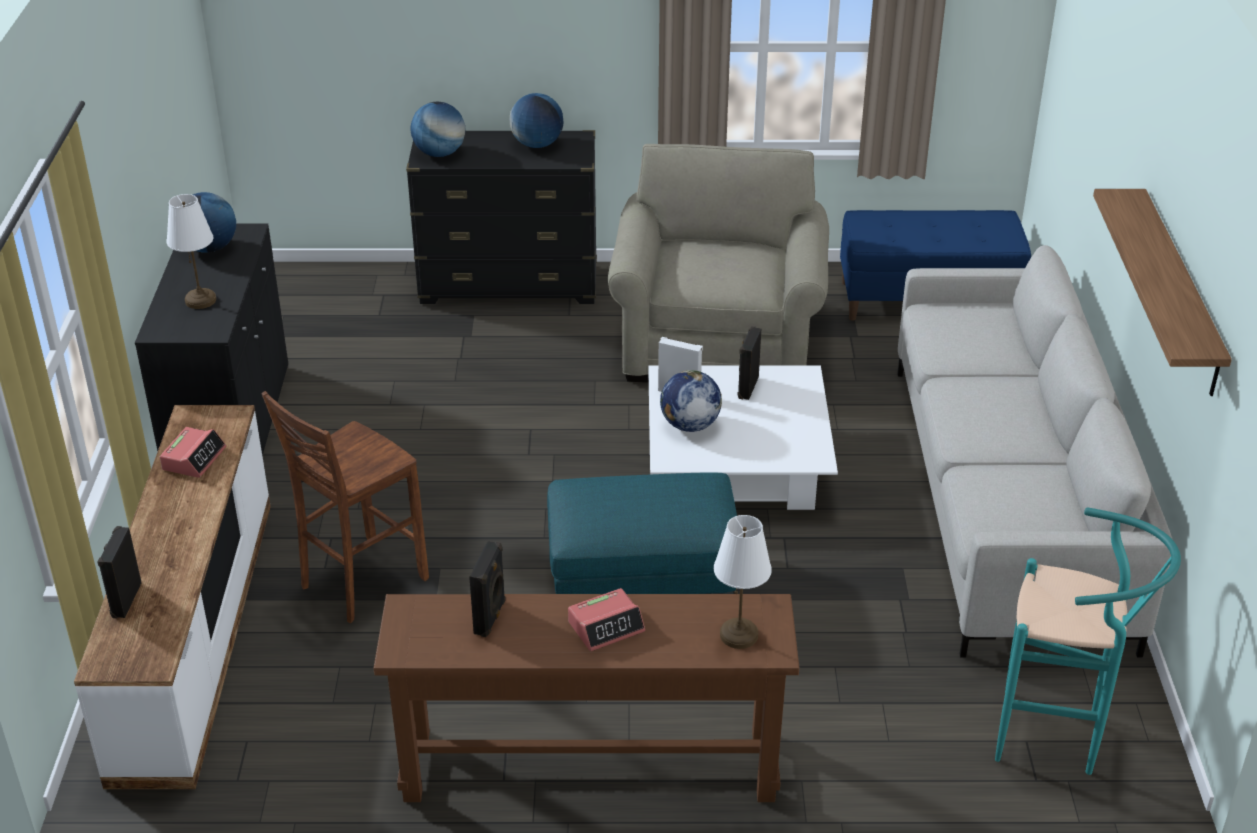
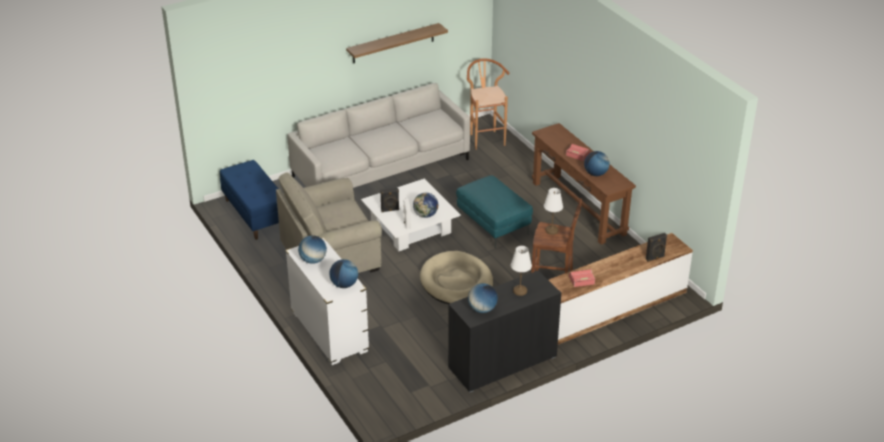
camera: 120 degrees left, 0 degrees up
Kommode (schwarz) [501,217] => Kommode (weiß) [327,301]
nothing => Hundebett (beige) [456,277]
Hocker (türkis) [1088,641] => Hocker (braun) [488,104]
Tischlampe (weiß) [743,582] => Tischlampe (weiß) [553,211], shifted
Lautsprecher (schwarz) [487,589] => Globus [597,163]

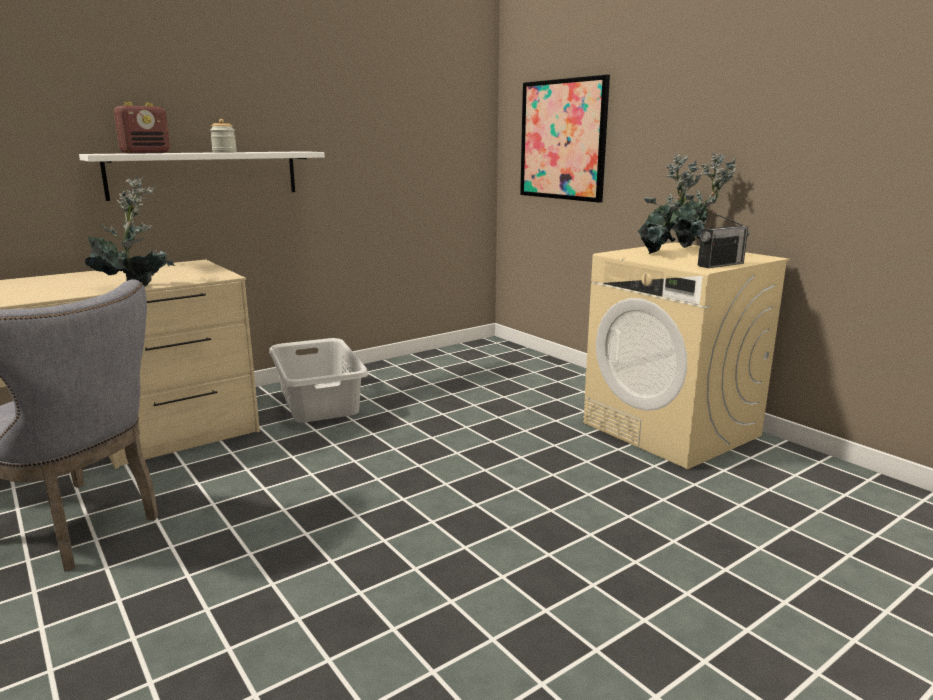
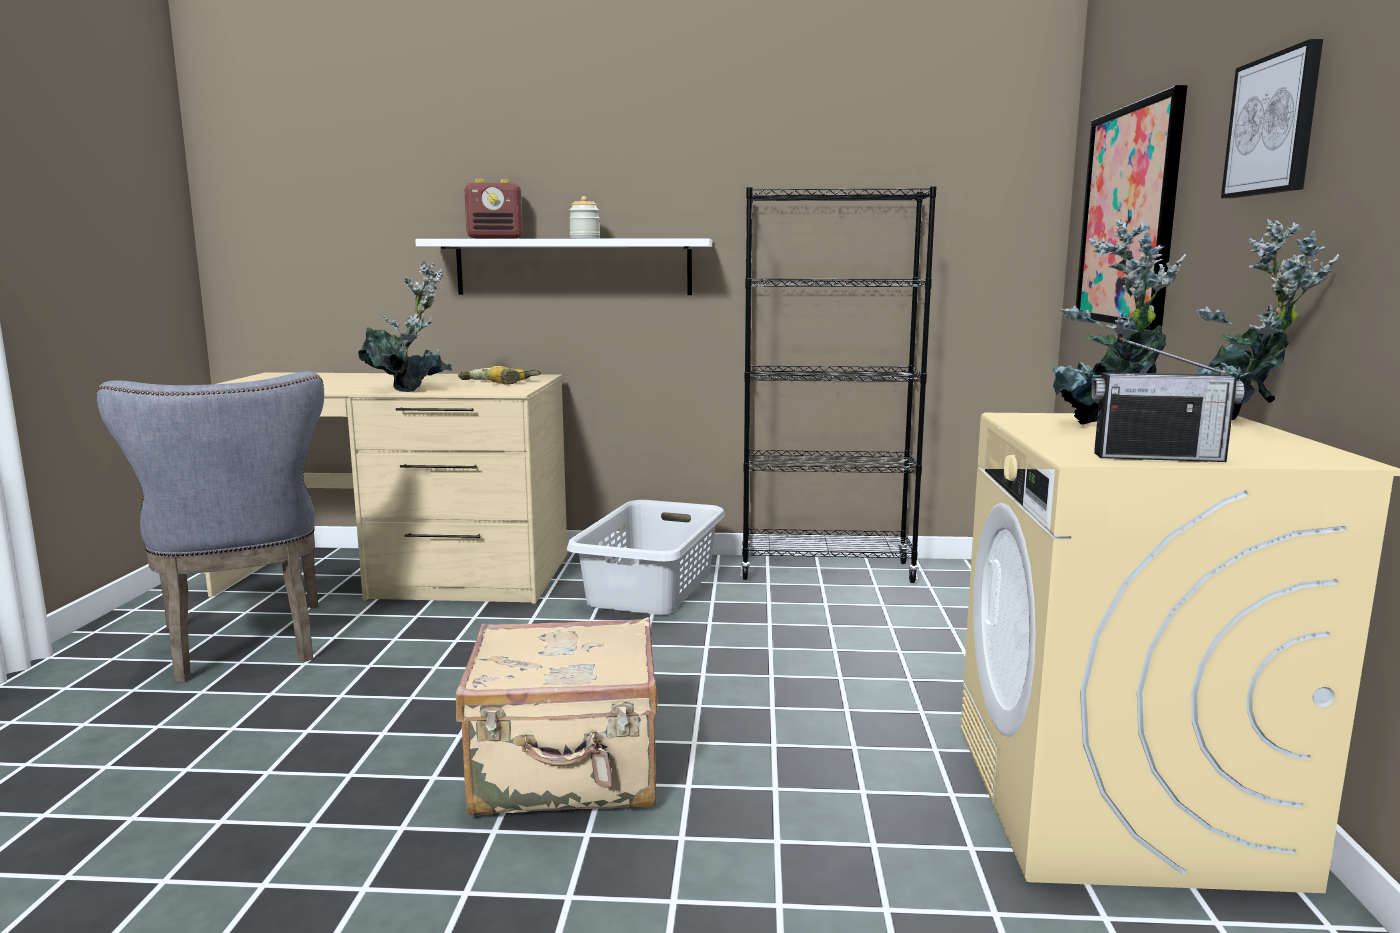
camera: 40 degrees right, 5 degrees down
nothing => Koffer (beige) [557,716]
nothing => Bohrmaschine [499,375]
nothing => Bücherregal (schwarz) [839,384]
nothing => Bild [1272,118]

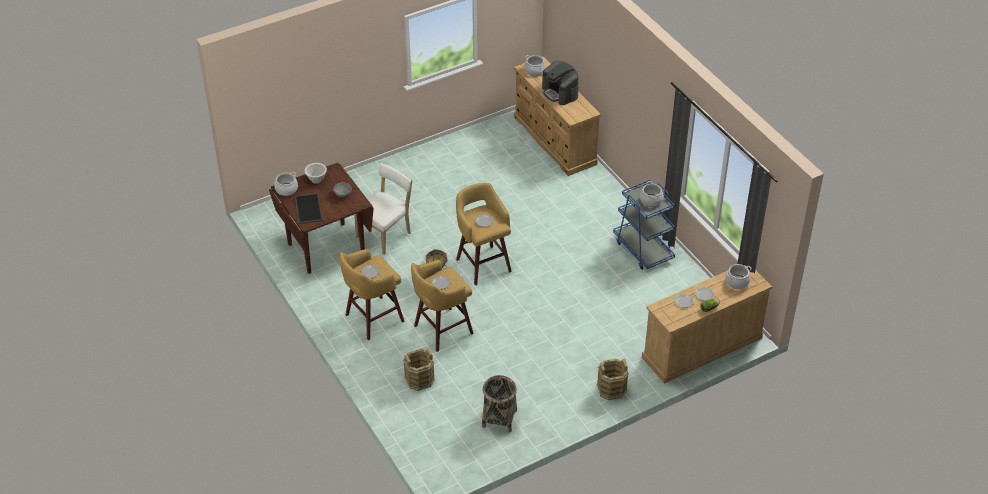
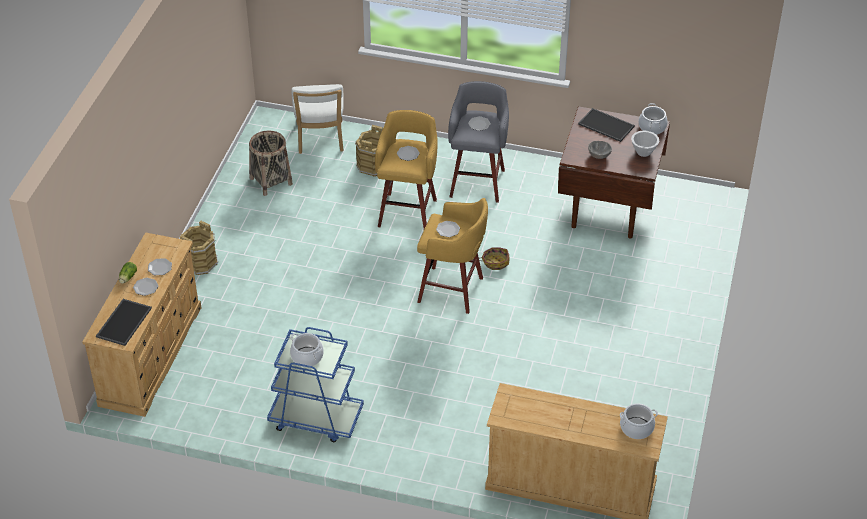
camera: 135 degrees right, 0 degrees up
Kochtopf [738,276] => Tablett [124,322]
Stuhl (weiß) [383,209] => Stuhl (weiß) [317,119], shifted
Hocker (gelb) [371,294] => Hocker (grau) [478,142]
Kaffeemaschine [560,83] => nothing

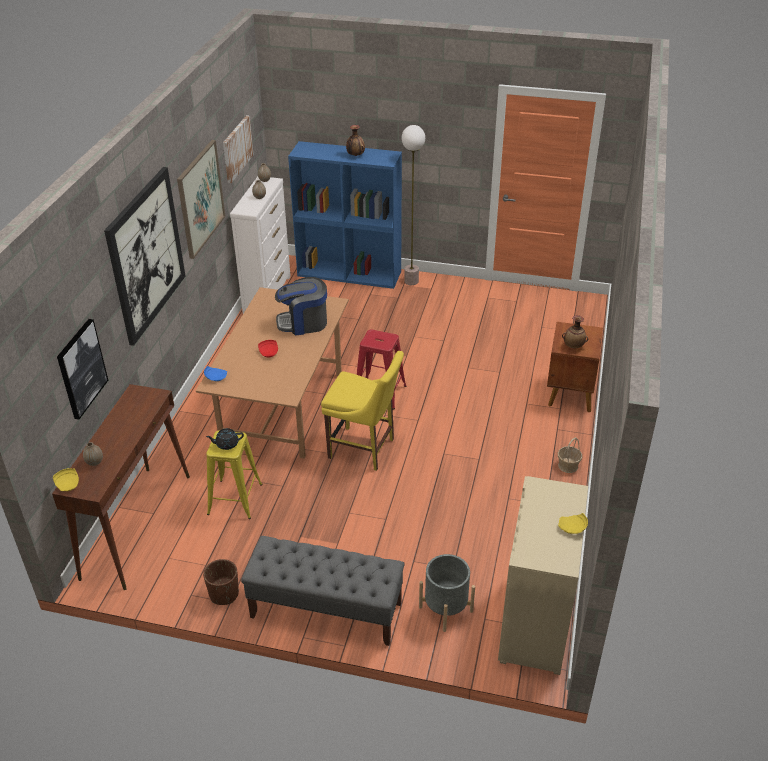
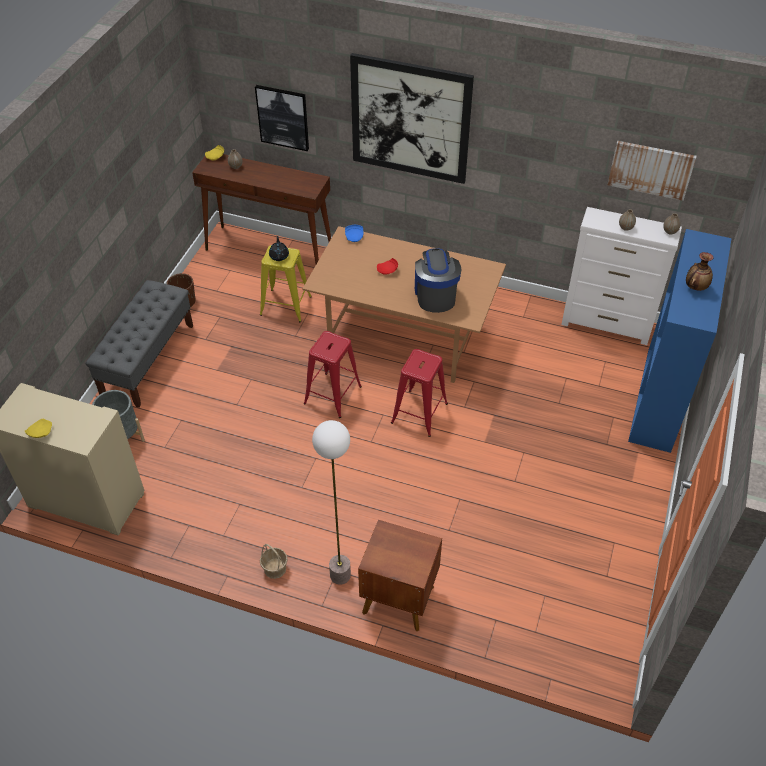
camera: 95 degrees right, 10 degrees up
Stuhl (gelb) [362,411] => Hocker (rot) [333,374]
Stehlampe [413,205] => Stehlampe [331,502], shifted
Bild [201,199] => nothing
Vase [575,331] => nothing

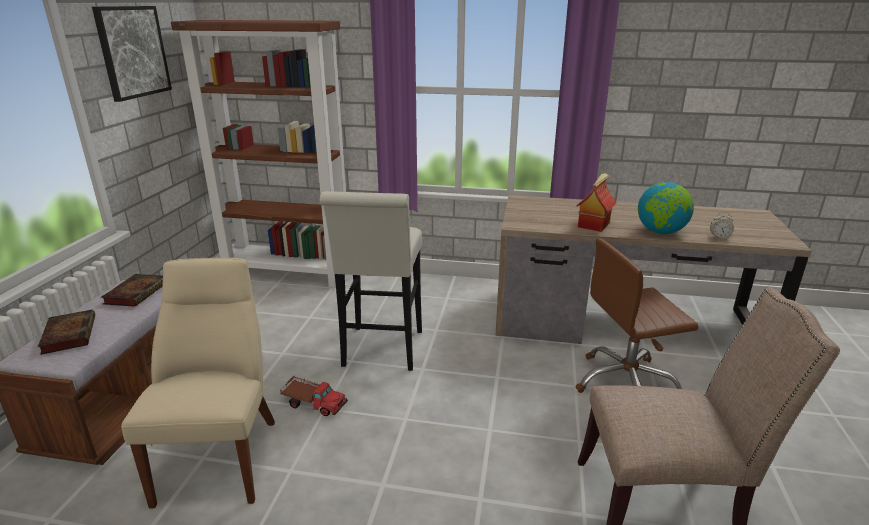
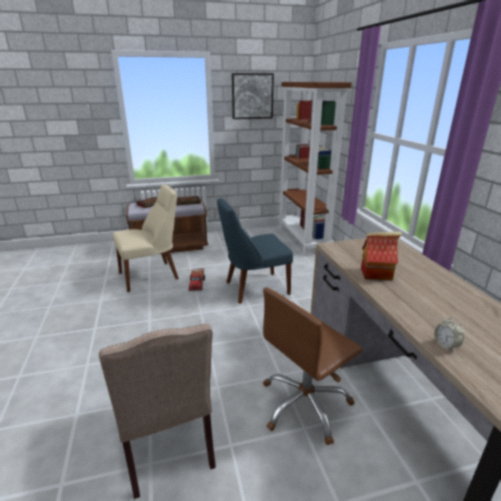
camera: 65 degrees right, 0 degrees up
Hocker (weiß) [370,281] => Stuhl (blau) [255,251]
Bürostuhl (braun) [637,315] => Bürostuhl (braun) [312,366], 90 degrees counterclockwise
Globus [666,208] => nothing

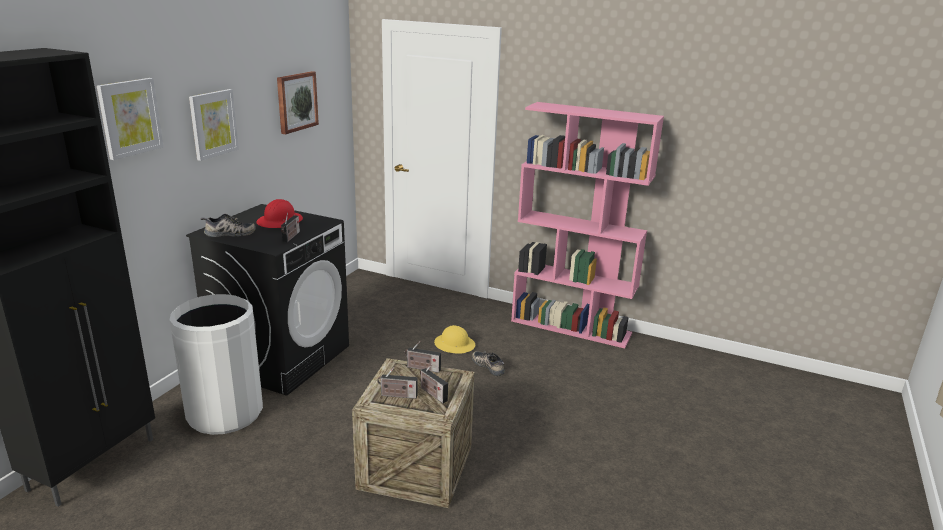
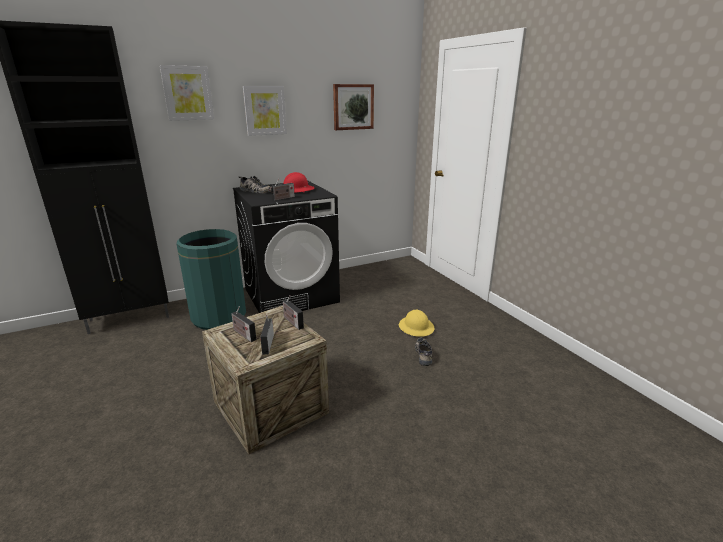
camera: 40 degrees right, 0 degrees up
Mülleimer (weiß) [216,364] => Mülleimer (grün) [211,279]
Bücherregal (rosa) [587,225] => nothing

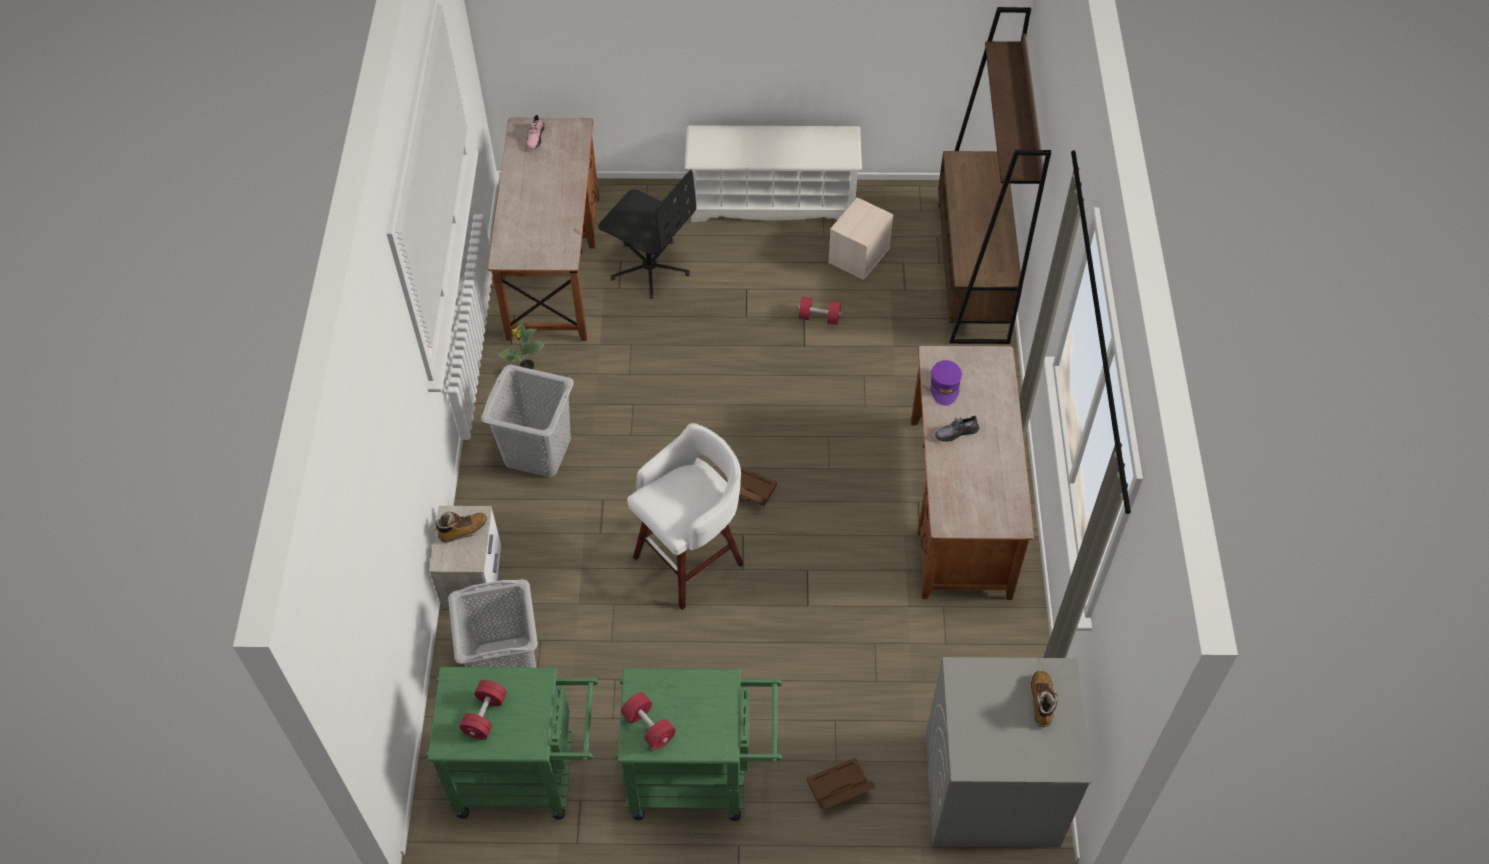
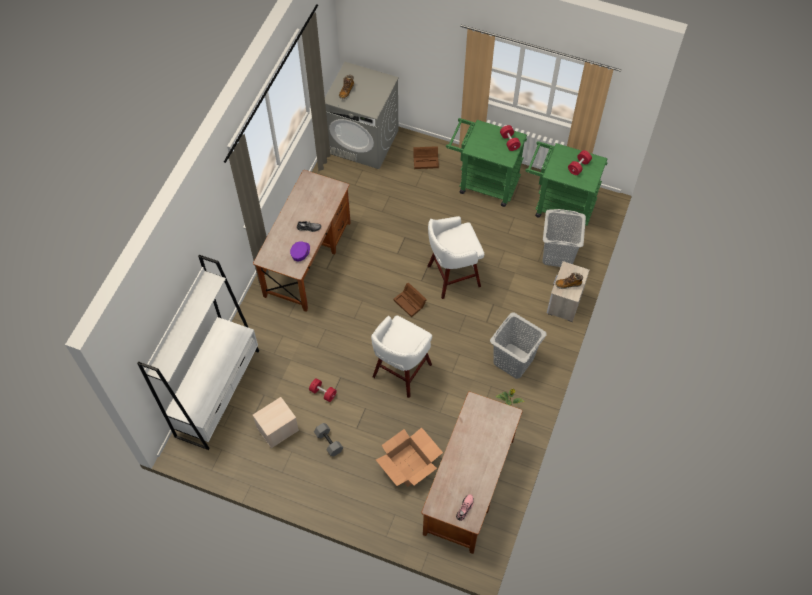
camera: 160 degrees left, 5 degrees up
Bücherregal (braun) [994,175] => Bücherregal (weiß) [198,352]
nothing => Hantel (grau) [328,439]
nothing => Hocker (weiß) [401,356]
Bürostuhl (schwarz) [647,234] => Karton [409,457]
Schuhregal (weiß) [773,173] => nothing

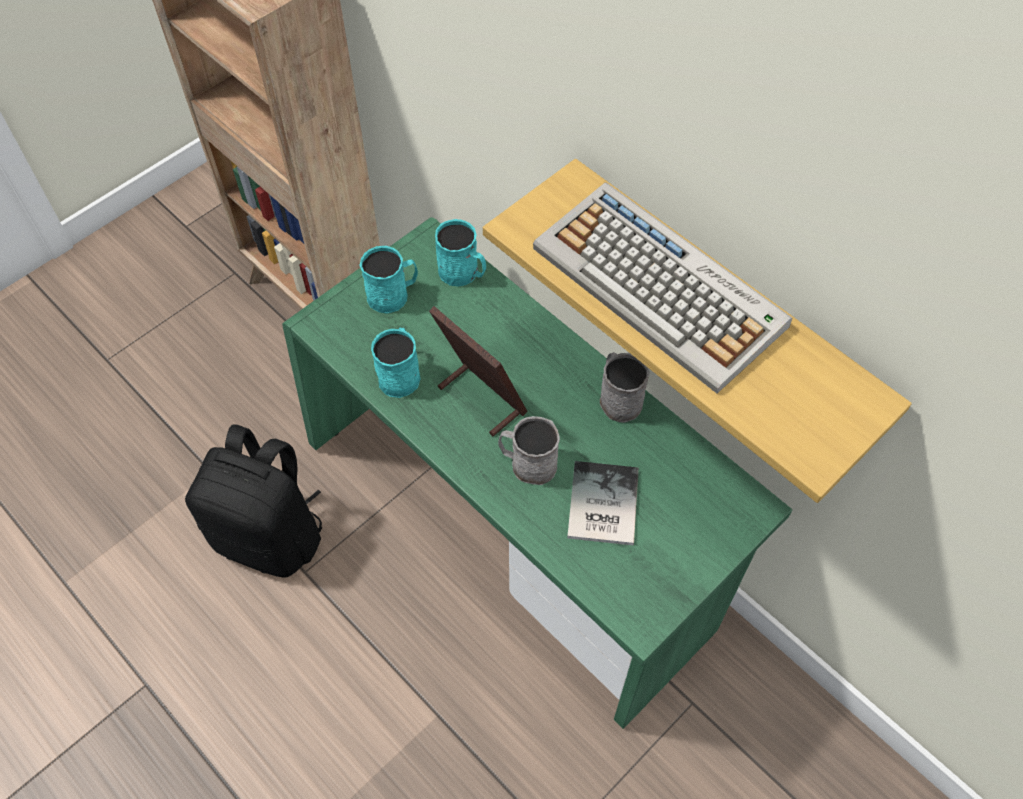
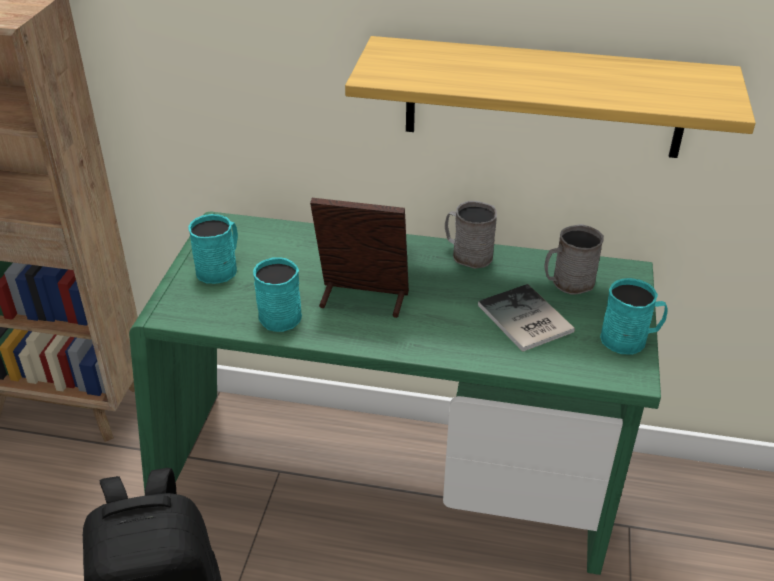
camera: 35 degrees left, 20 degrees down
Henkelbecher (grau) [529,450] => Henkelbecher (grau) [574,259], shifted
Henkelbecher (türkis) [460,252] => Henkelbecher (türkis) [634,316], shifted
Tastatur [662,287] => nothing

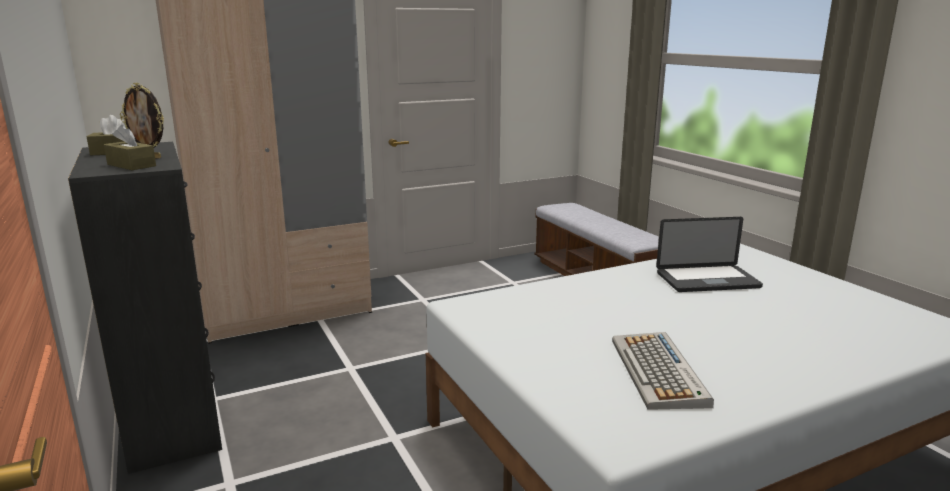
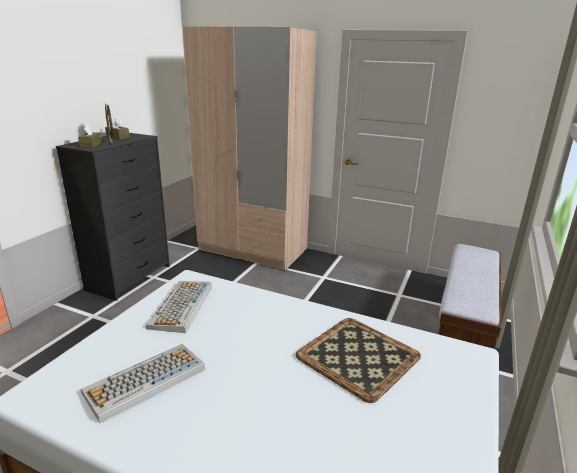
camera: 50 degrees right, 5 degrees up
nothing => Tastatur [179,307]
Laptop [709,254] => Tablett [358,360]

